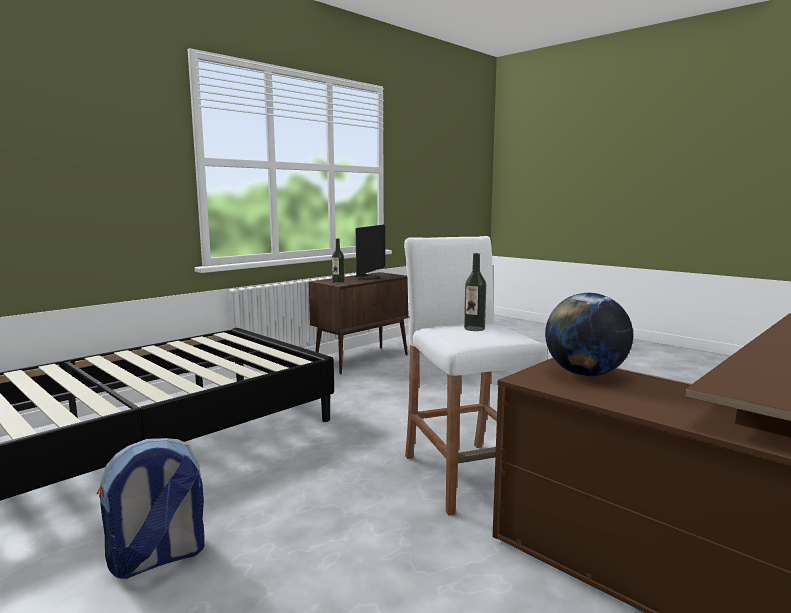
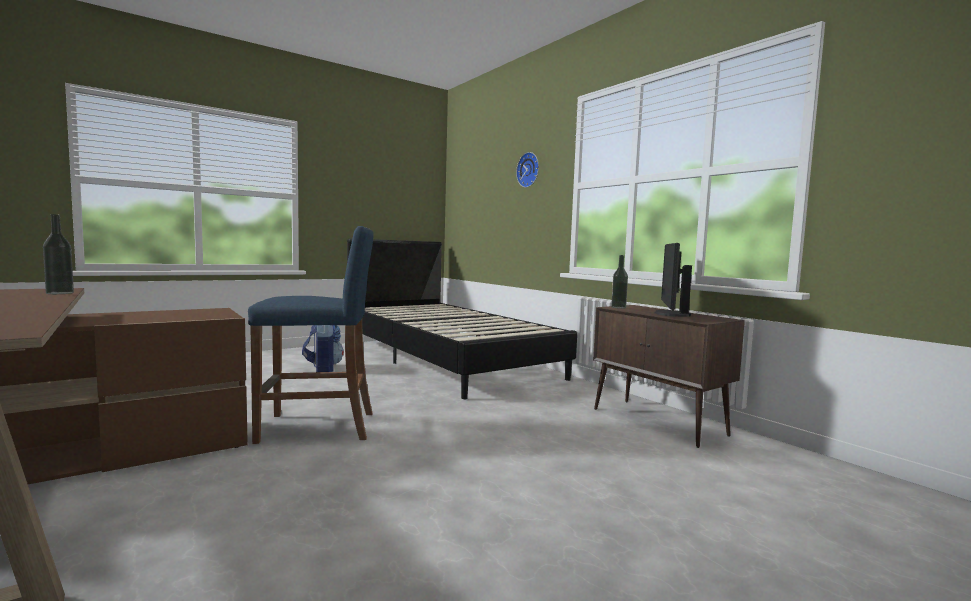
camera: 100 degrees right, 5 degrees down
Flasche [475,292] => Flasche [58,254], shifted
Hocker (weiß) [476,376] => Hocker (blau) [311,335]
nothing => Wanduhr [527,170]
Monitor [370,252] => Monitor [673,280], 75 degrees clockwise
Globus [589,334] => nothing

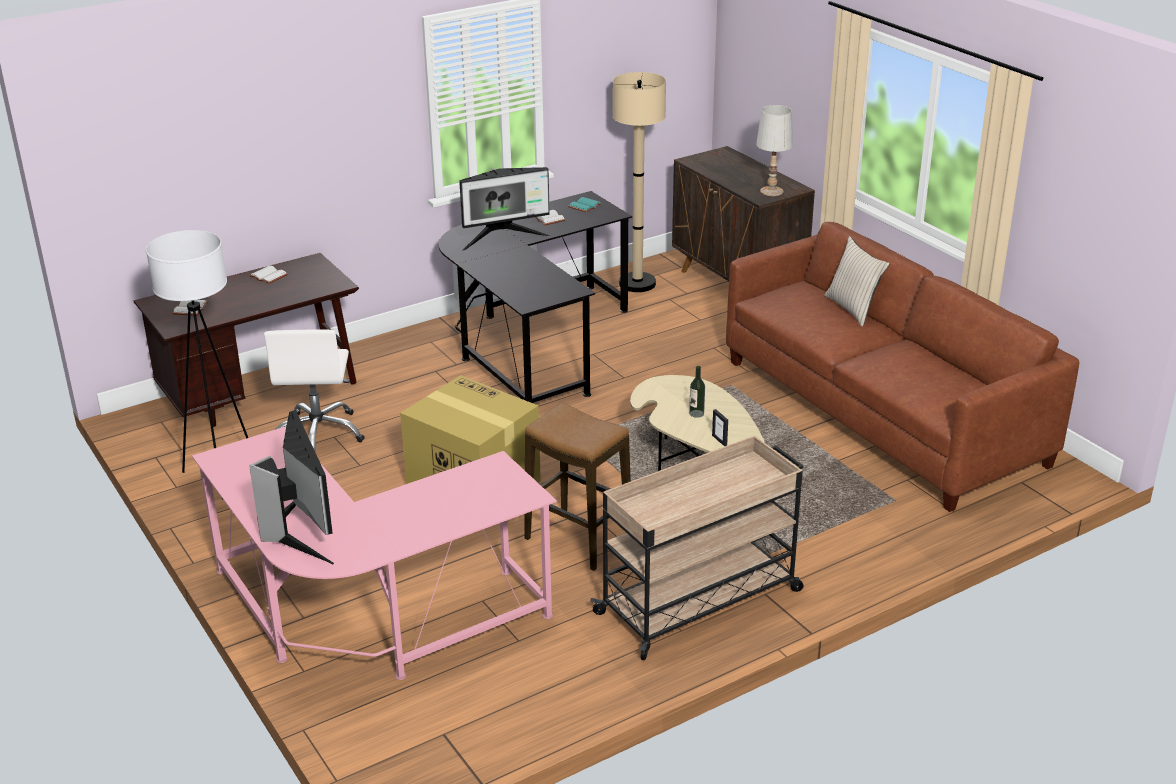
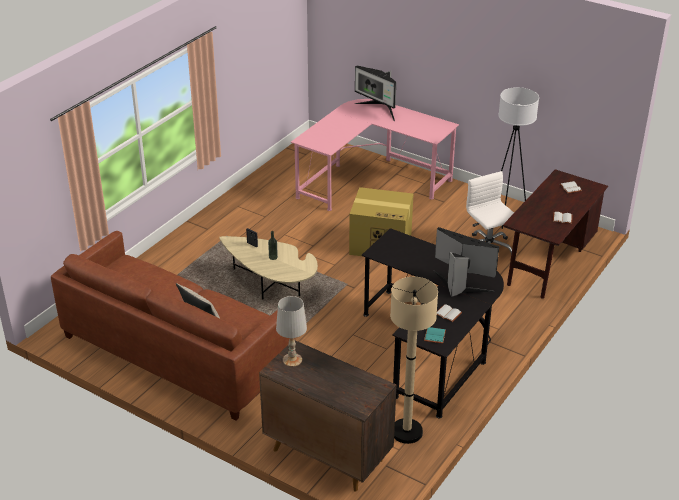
camera: 155 degrees right, 5 degrees up
Monitor [504,209] => Monitor [466,262], 75 degrees clockwise
Hocker [577,487] => nothing
Rollwagen (beige) [697,547] => nothing

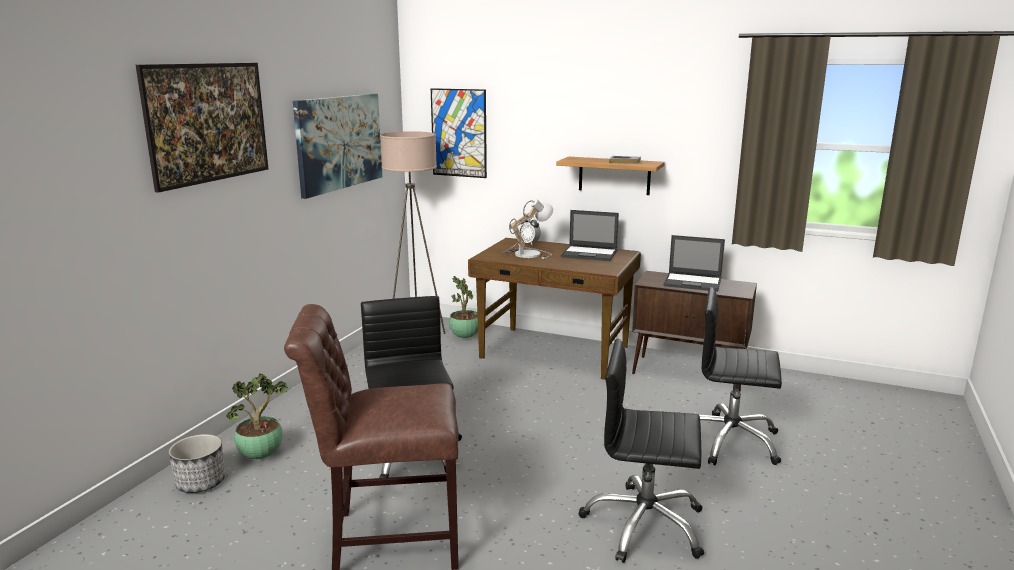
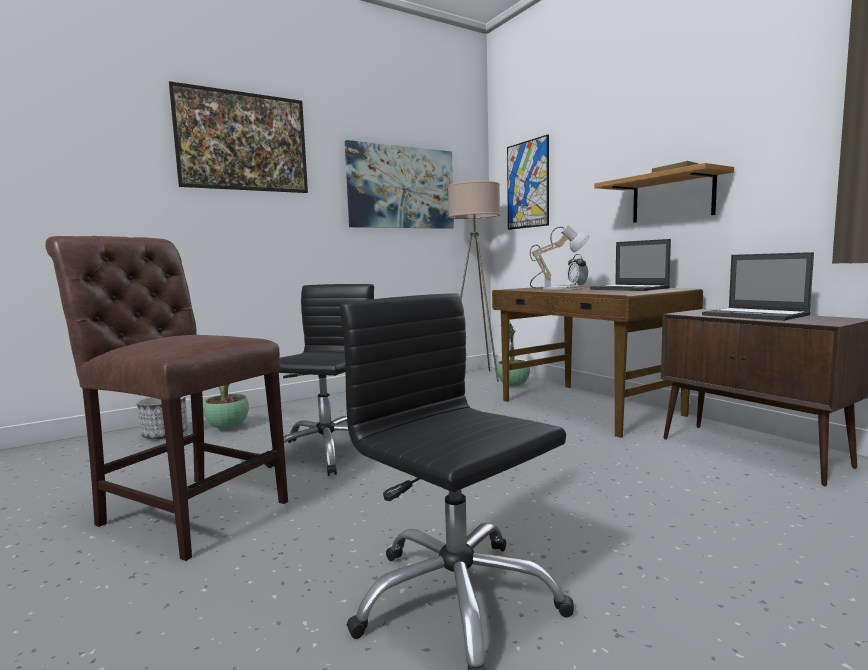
camera: 35 degrees right, 10 degrees down
Bürostuhl (schwarz) [740,376] => nothing

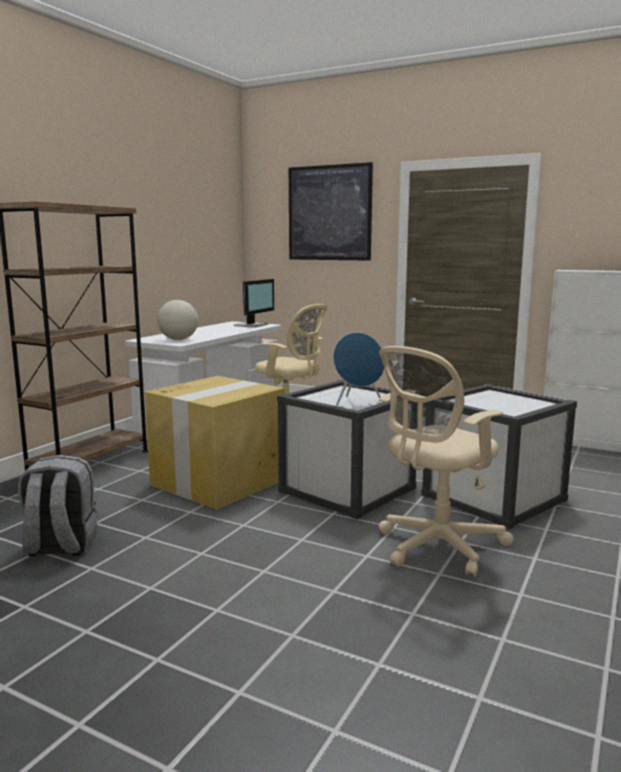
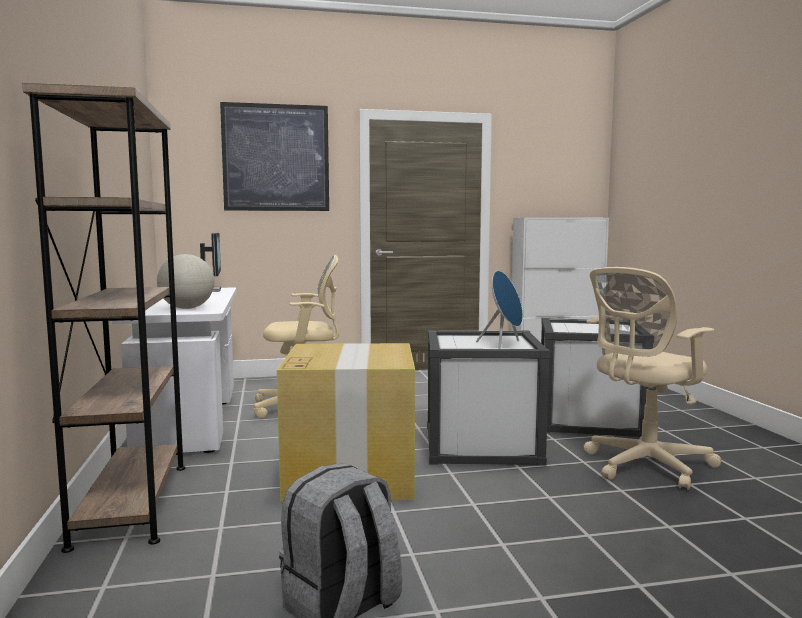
camera: 40 degrees left, 5 degrees down
Bürostuhl (beige) [446,461] => Bürostuhl (beige) [652,378], 45 degrees clockwise

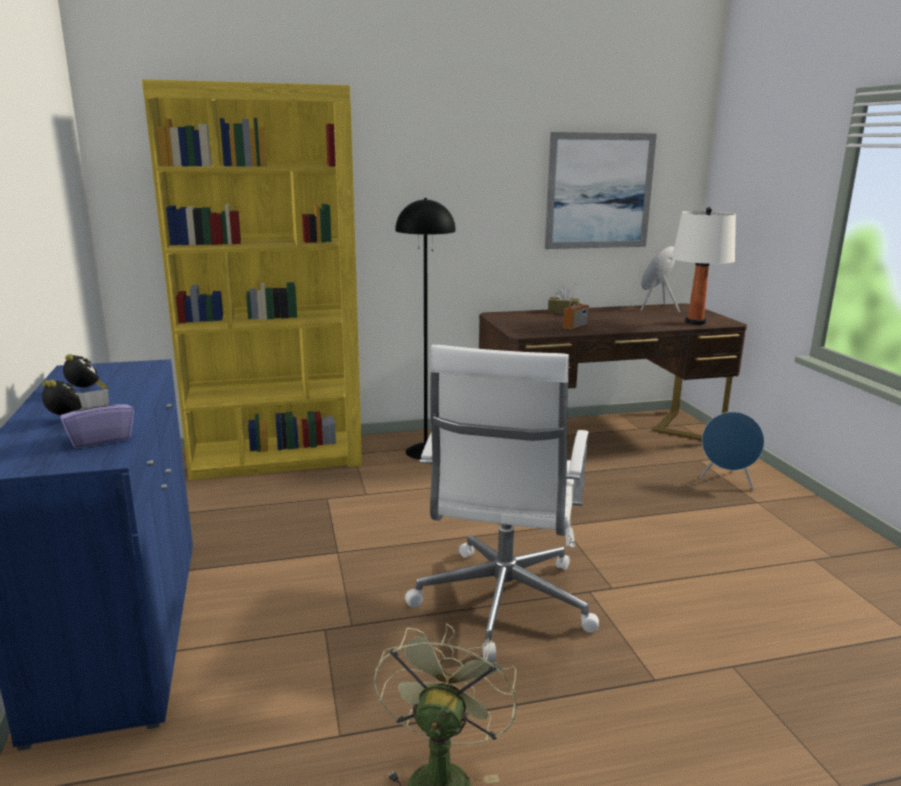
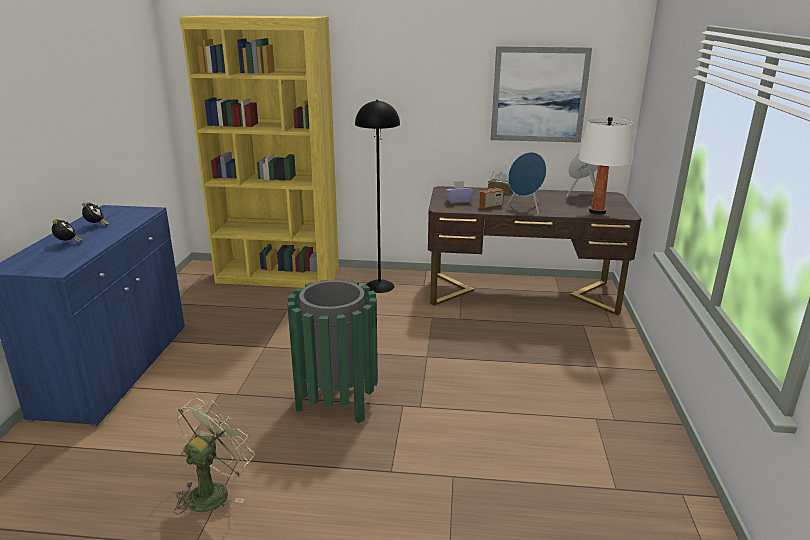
camera: 20 degrees right, 5 degrees up
Bürostuhl (weiß) [502,503] => Mülleimer (grün) [332,351]
Taschentuchbox (lila) [97,418] => Taschentuchbox (lila) [459,192], shifted
Lautsprecher (blau) [731,451] => Lautsprecher (blau) [527,183], shifted

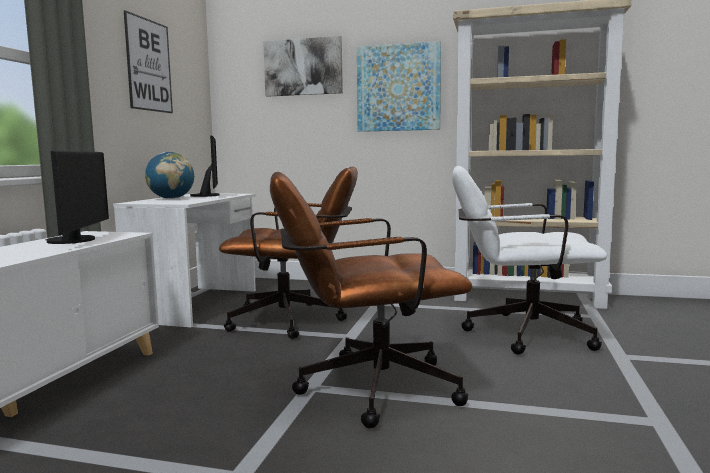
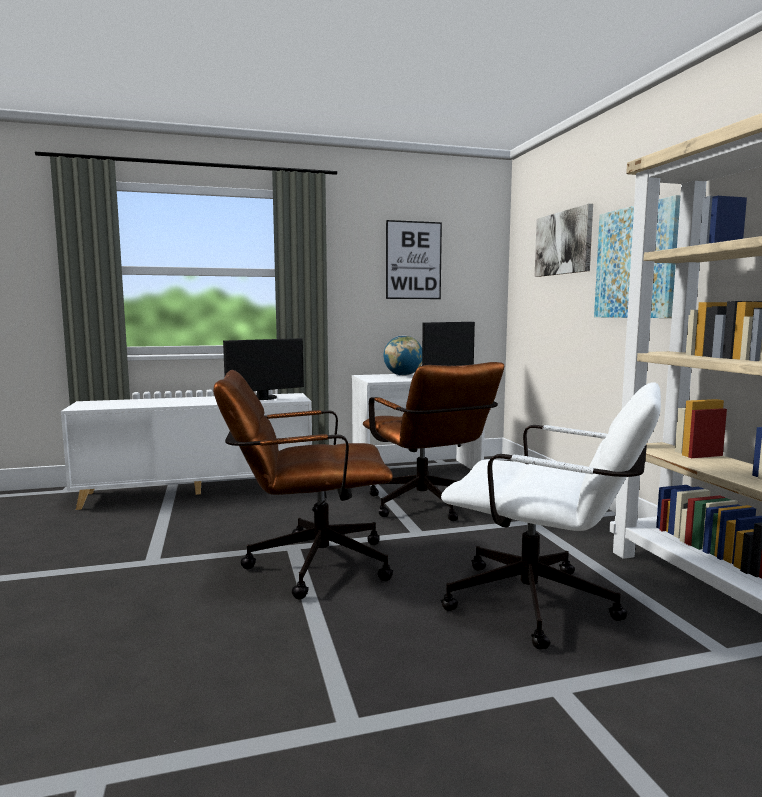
camera: 60 degrees right, 0 degrees up
Bürostuhl (braun) [371,300] => Bürostuhl (braun) [303,485], 60 degrees counterclockwise
Bürostuhl (weiß) [529,260] => Bürostuhl (weiß) [551,516], 135 degrees clockwise

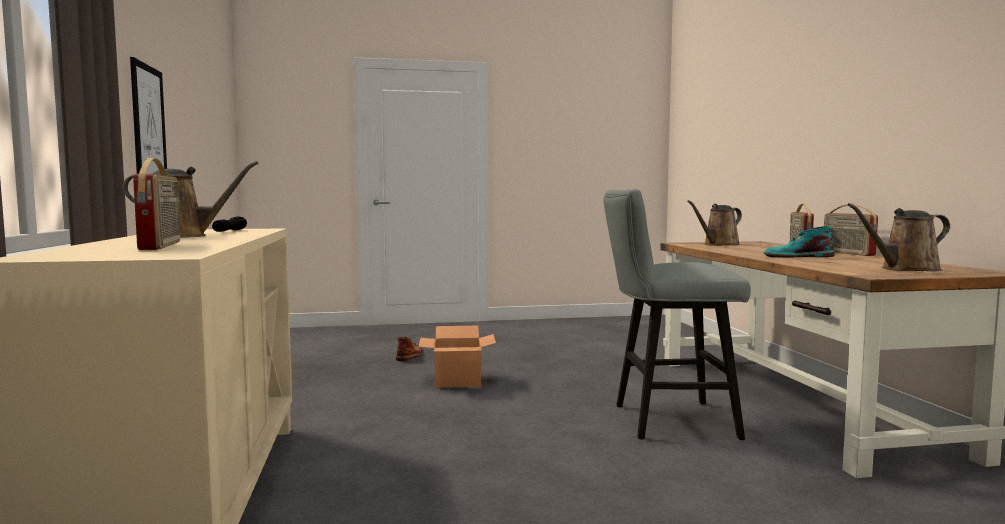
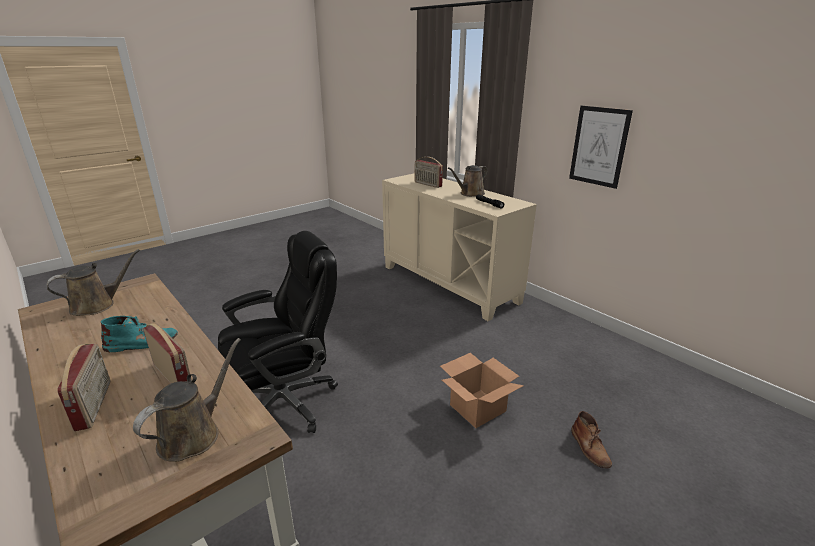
camera: 150 degrees right, 20 degrees up
Radio [851,230] => Radio [167,353], shifted
Hocker (grau) [677,314] => Bürostuhl (schwarz) [278,332]

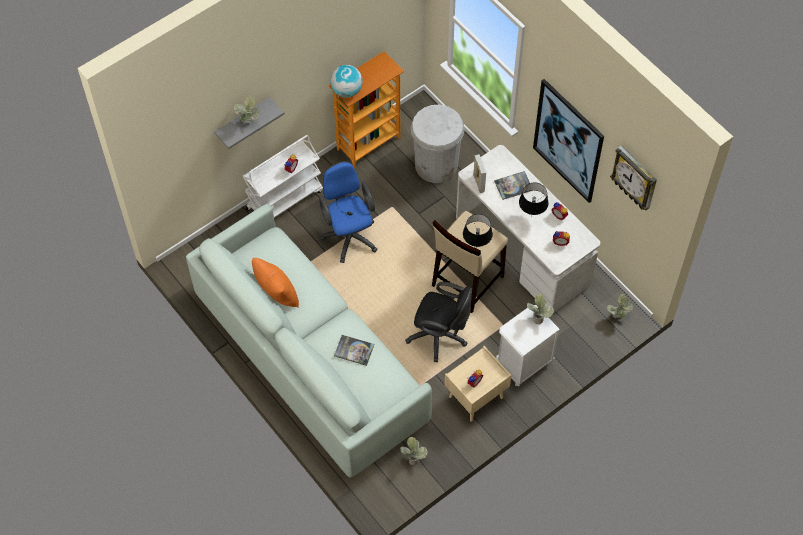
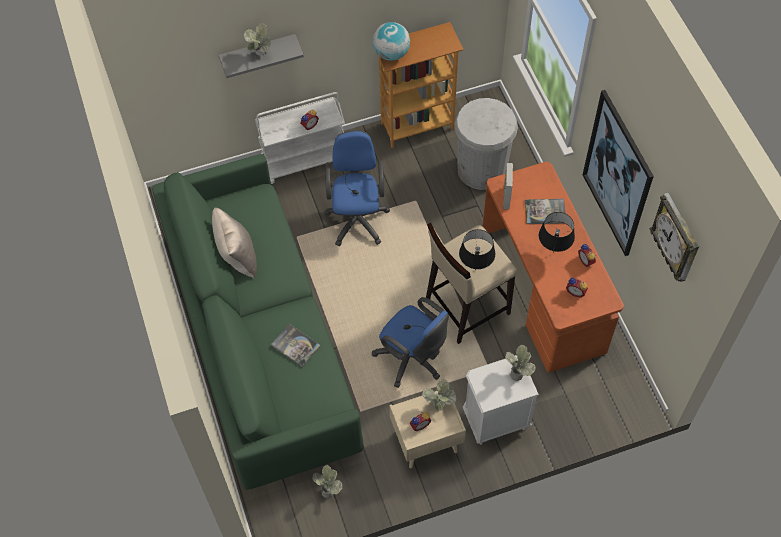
camera: 20 degrees right, 0 degrees up
Sofa (weiß) [309,340] => Sofa (grün) [258,322]
Kissen (orange) [275,282] => Kissen (beige) [234,243]
Bürostuhl (schwarz) [438,321] => Bürostuhl (blau) [410,342]
Topfpflanze [620,306] => Topfpflanze [439,395], shifted
Schreibtisch (weiß) [528,228] => Schreibtisch (orange) [553,267]

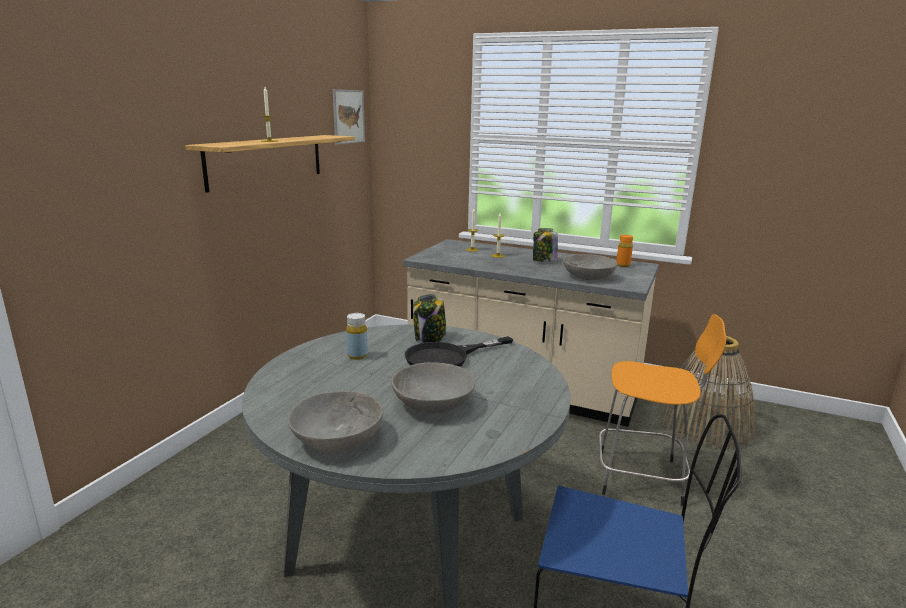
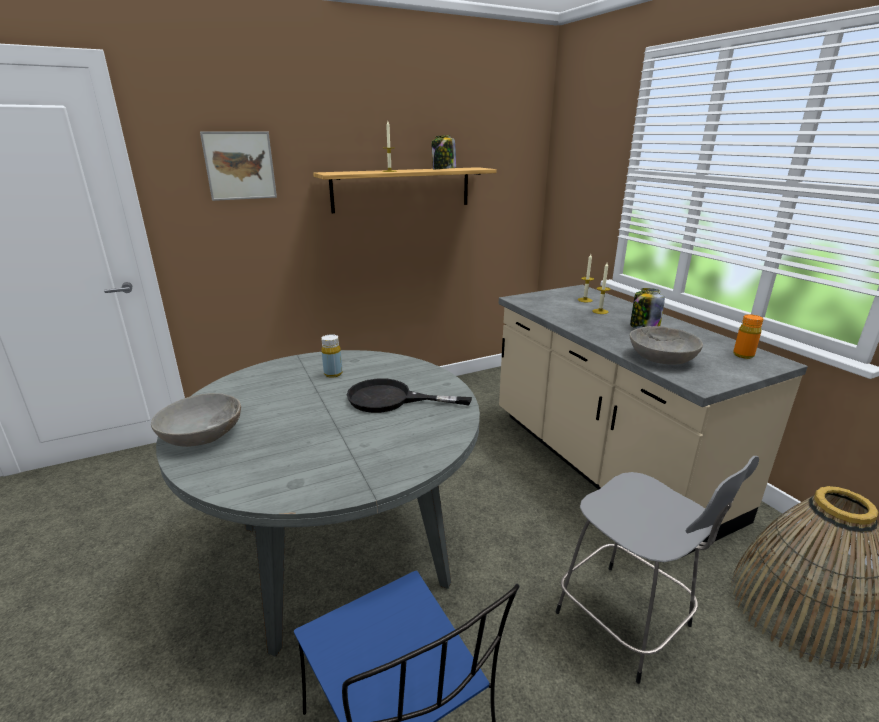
camera: 40 degrees right, 5 degrees up
Bild [349,117] => Bild [238,166], shifted
Vorratsglas [430,318] => Vorratsglas [443,152], shifted
Hocker (orange) [662,410] => Hocker (grau) [657,570]
Schüssel (grau) [433,388] => nothing

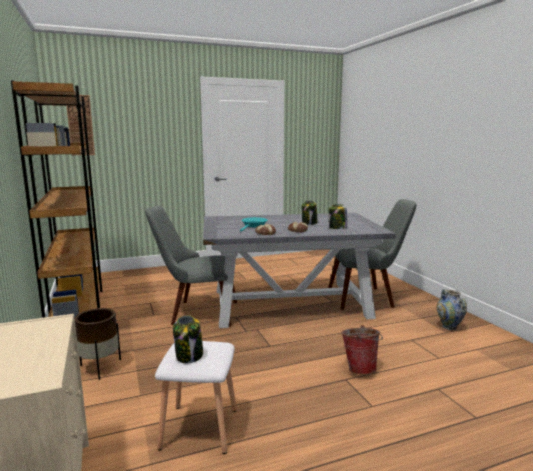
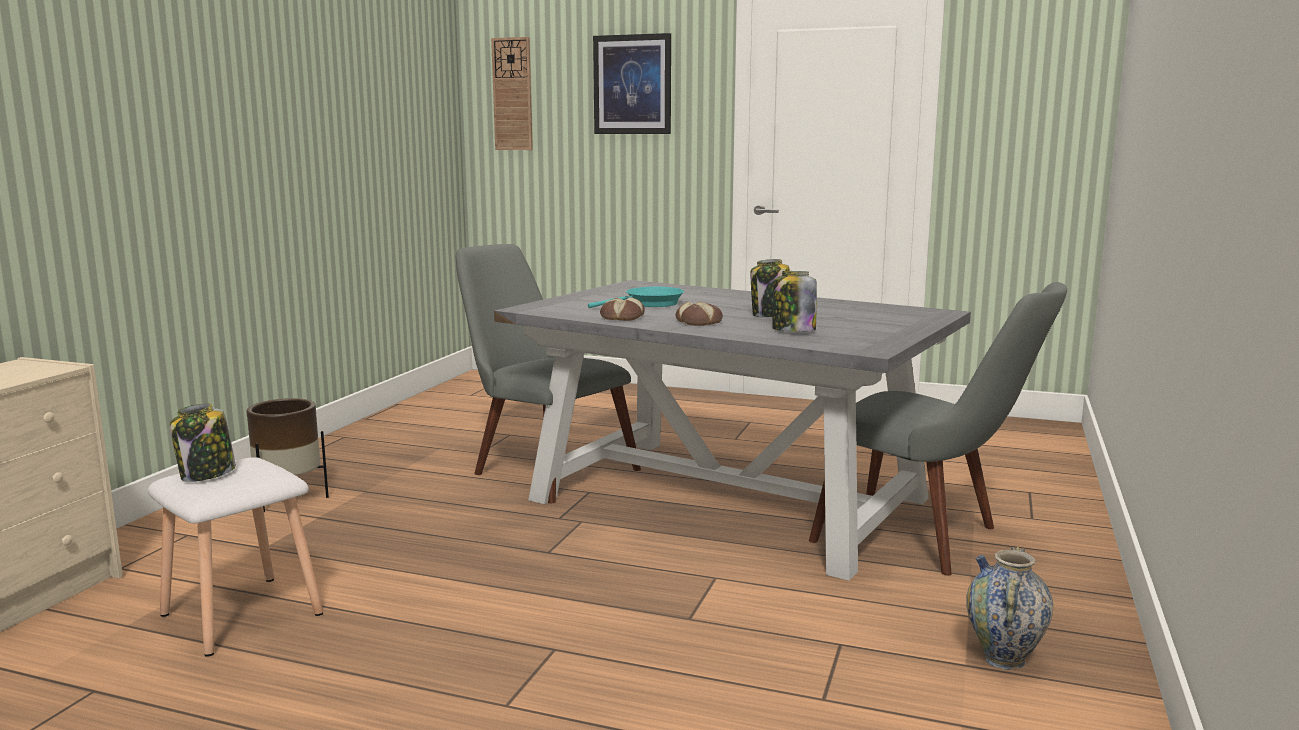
camera: 40 degrees right, 0 degrees up
nothing => Bild [632,83]
Bücherregal (braun) [57,199] => nothing
Eimer [362,350] => nothing

